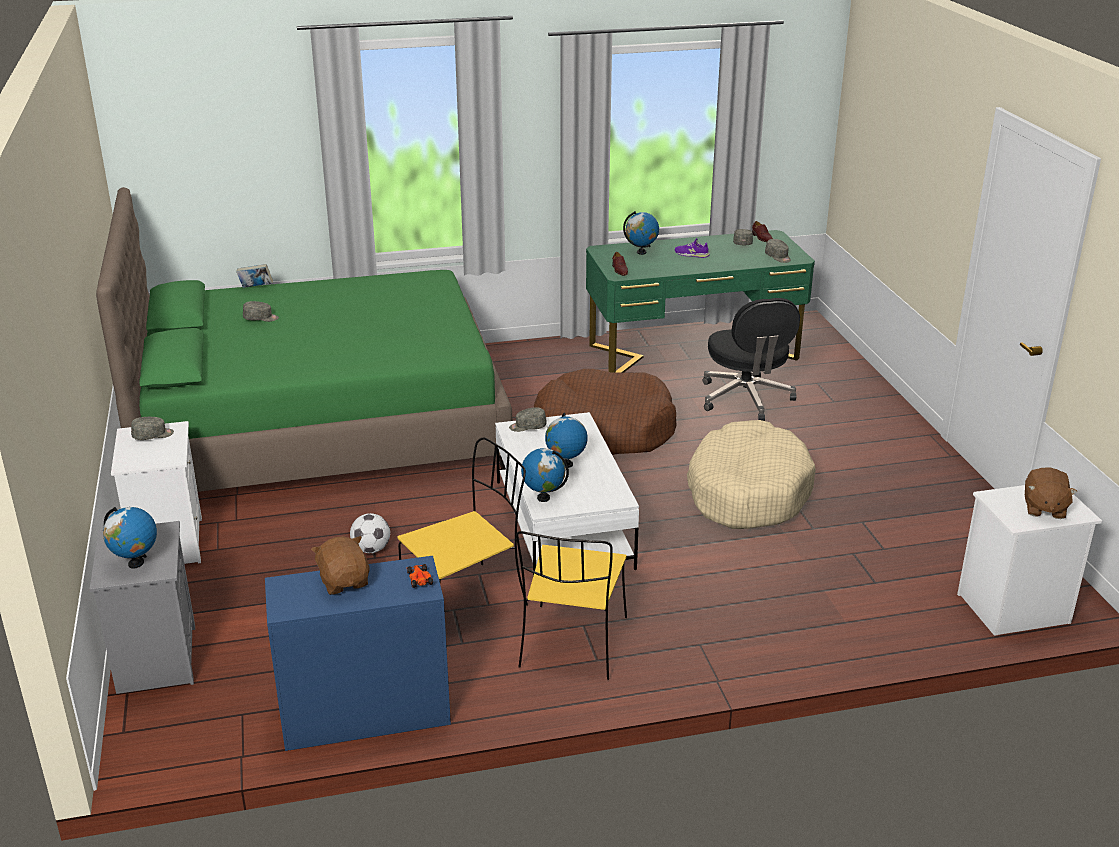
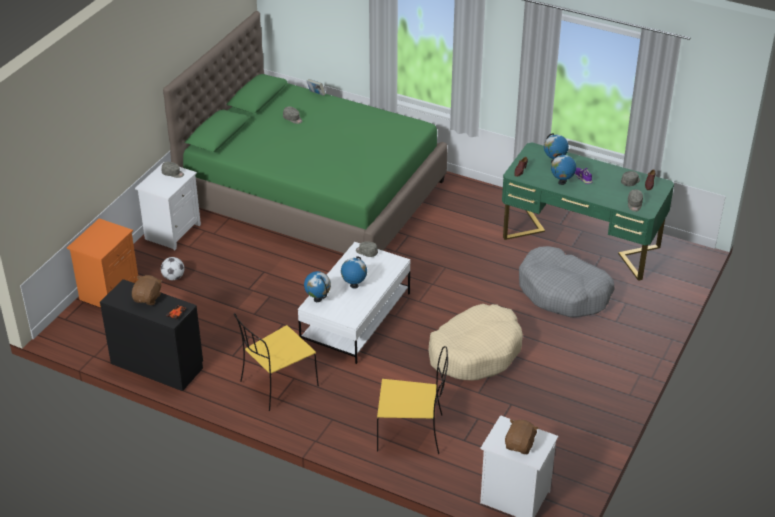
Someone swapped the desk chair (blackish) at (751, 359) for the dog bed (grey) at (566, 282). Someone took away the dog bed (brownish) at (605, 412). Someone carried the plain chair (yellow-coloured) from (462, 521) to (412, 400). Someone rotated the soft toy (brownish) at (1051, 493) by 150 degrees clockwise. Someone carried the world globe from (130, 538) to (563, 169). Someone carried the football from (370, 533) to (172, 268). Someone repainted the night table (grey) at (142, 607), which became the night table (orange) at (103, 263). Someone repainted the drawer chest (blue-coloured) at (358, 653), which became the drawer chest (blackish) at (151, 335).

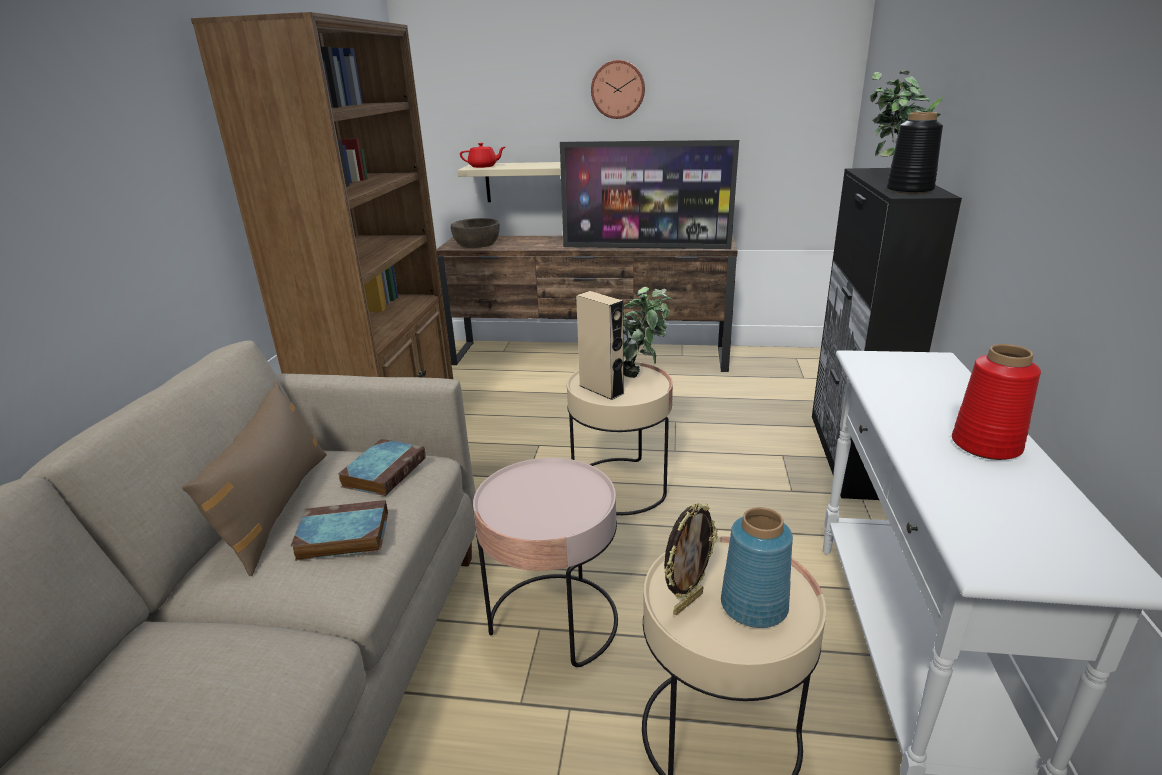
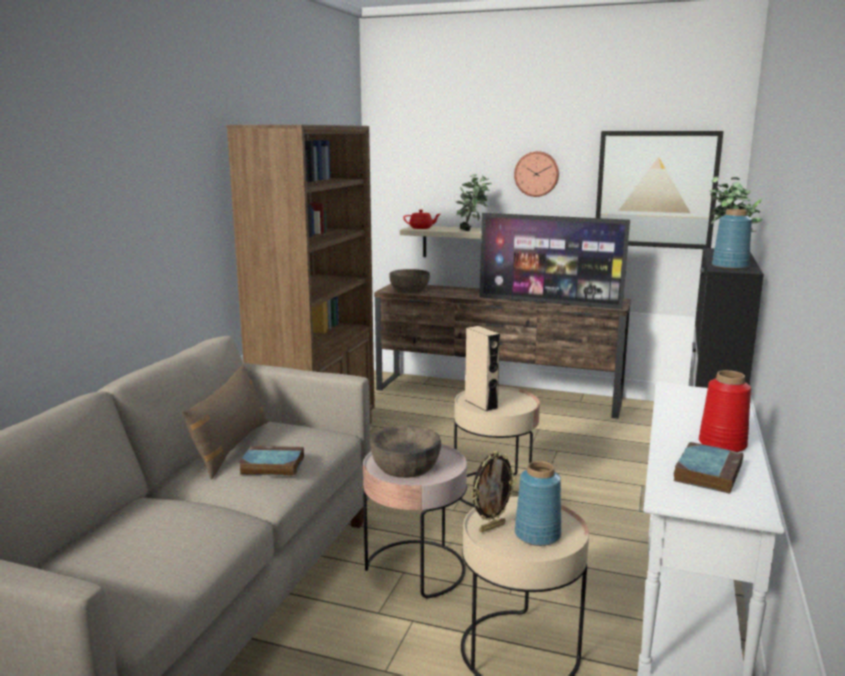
Someone repainted the decorative vase (blackish) at (914, 153), which became the decorative vase (blue-coloured) at (732, 239). Someone carried the potted plant from (648, 332) to (474, 202). Someone carried the volume from (382, 467) to (708, 468). Someone put up the wall picture at (660, 190). Someone put down the serving bowl (brownish) at (405, 451).

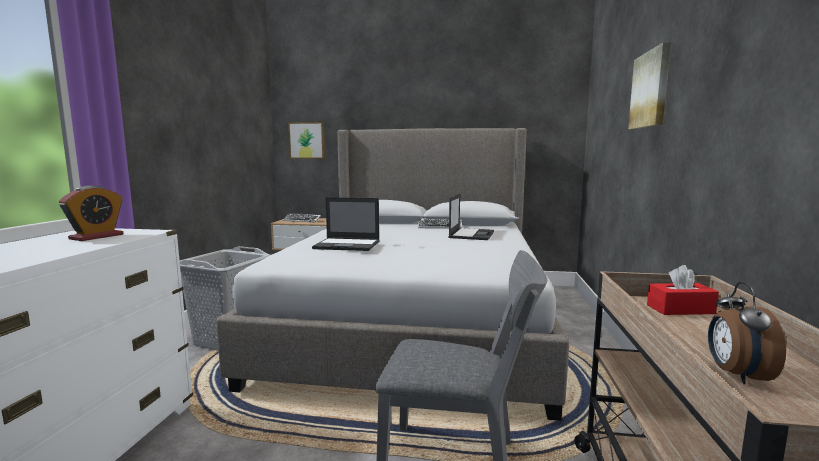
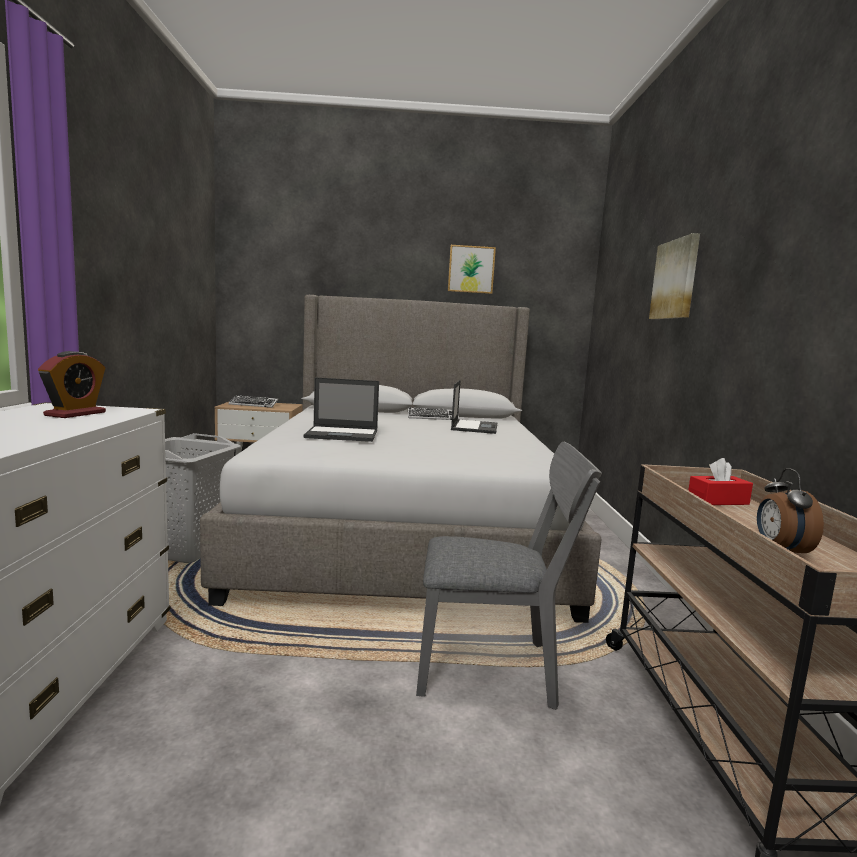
Someone carried the wall picture from (306, 140) to (472, 269).

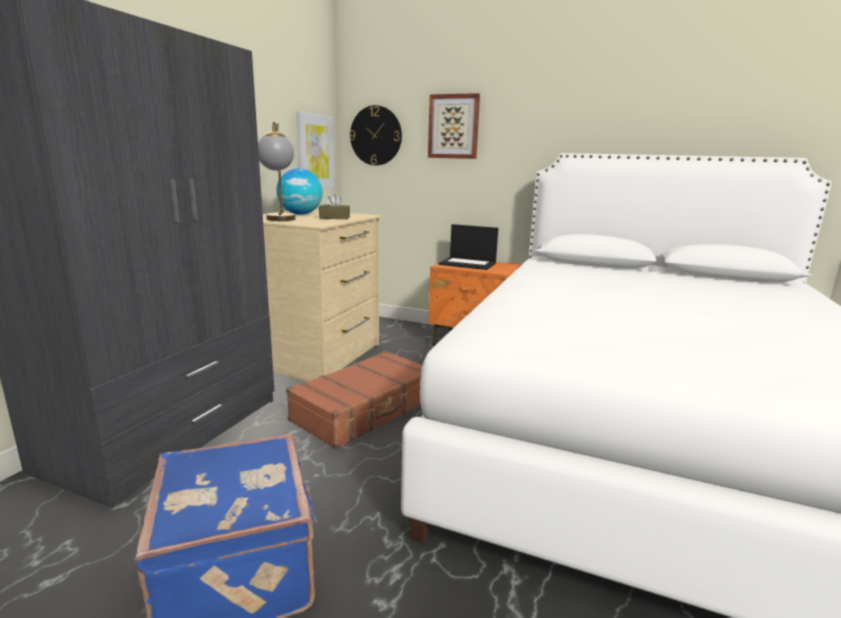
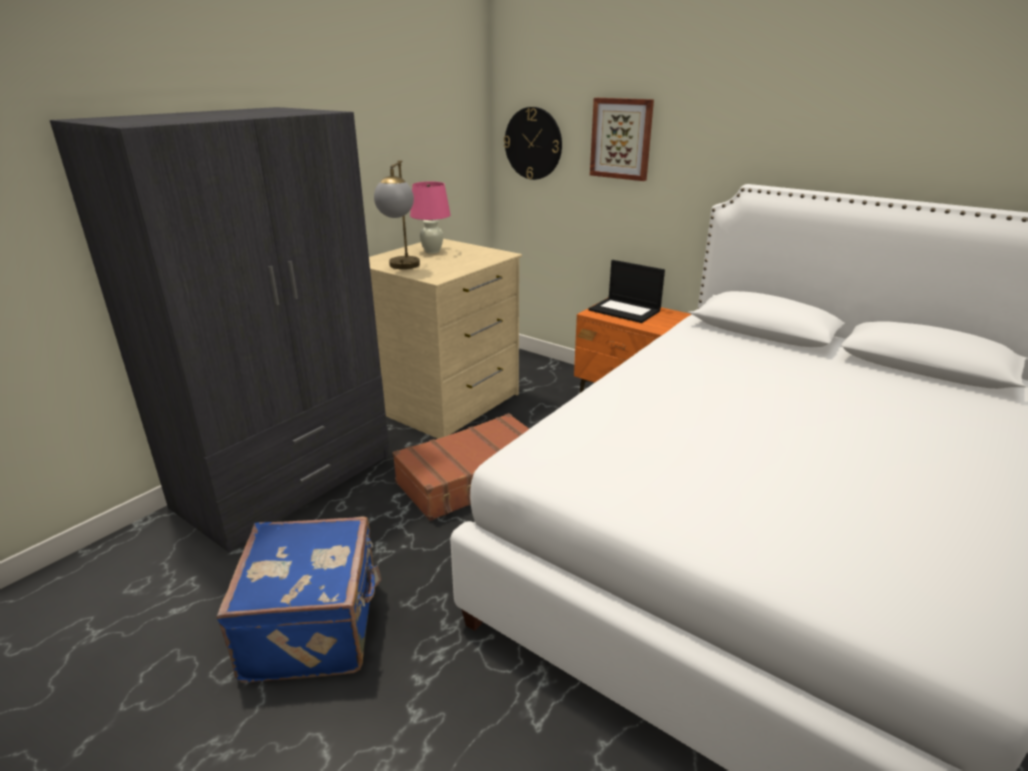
Someone took away the wall picture at (315, 150). Someone swapped the world globe at (299, 191) for the table lamp (pink-coloured) at (430, 218). Someone took away the tissue holder (brownish) at (334, 206).

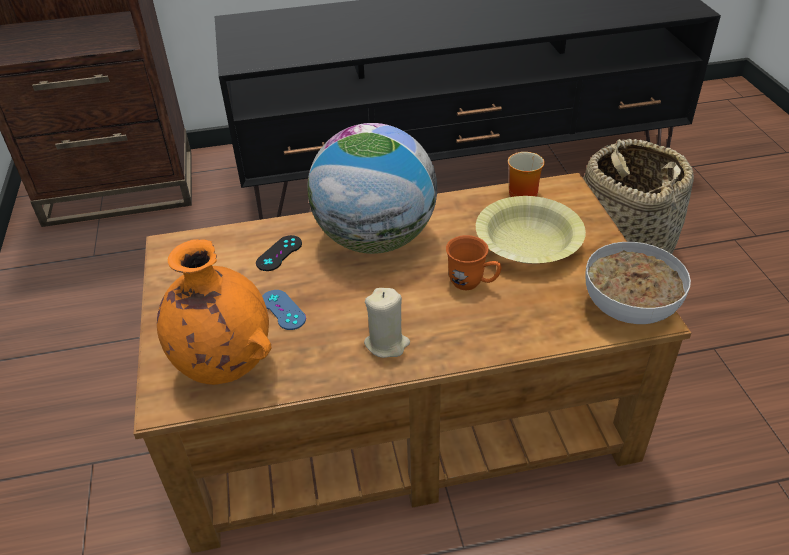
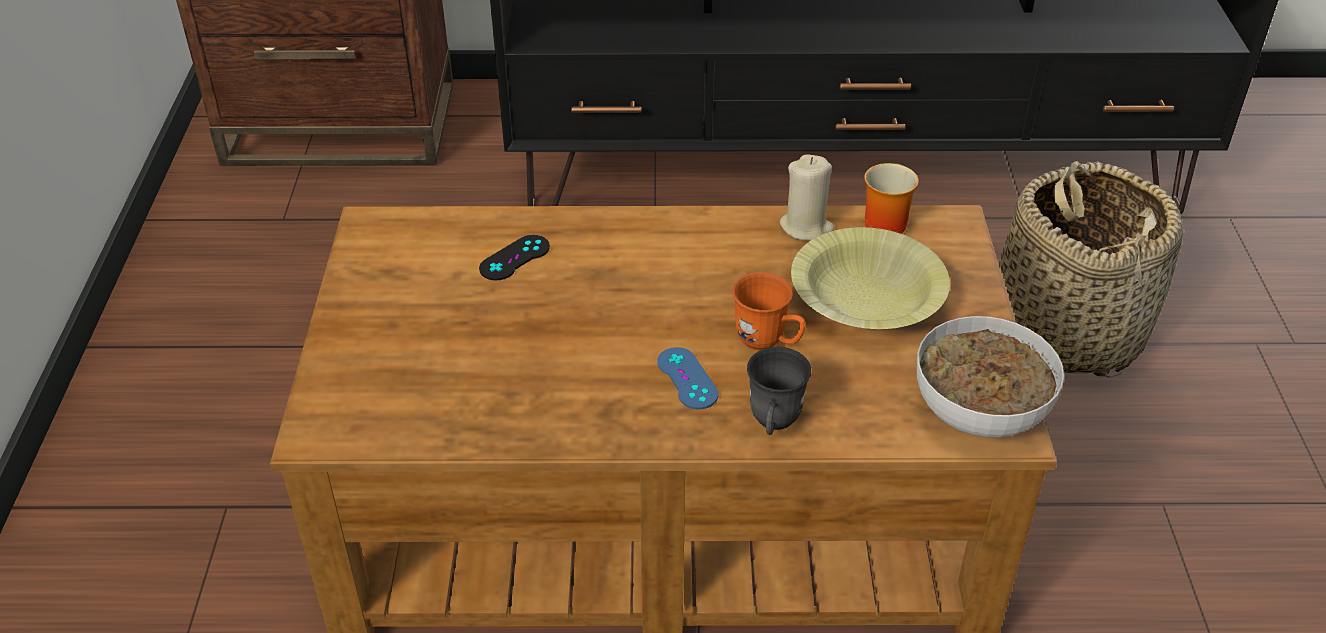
Someone took away the world globe at (372, 188). Someone took away the decorative vase (orange) at (214, 312). Someone carried the wax light (beige-coloured) from (387, 323) to (807, 197). Someone carried the gamepad (blue-coloured) from (284, 310) to (687, 378). Someone put down the tea mug (grey) at (779, 391).

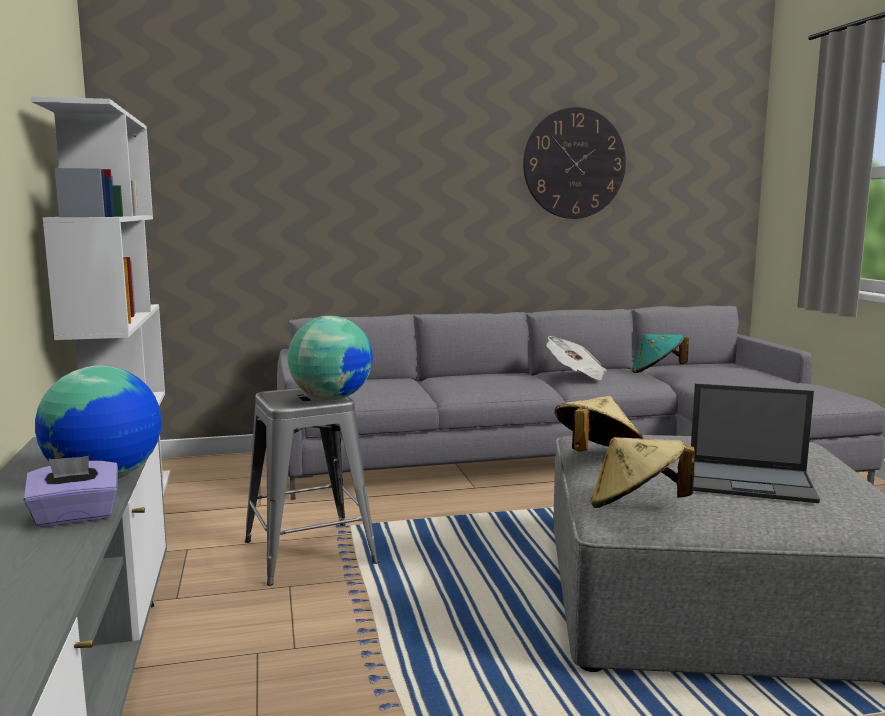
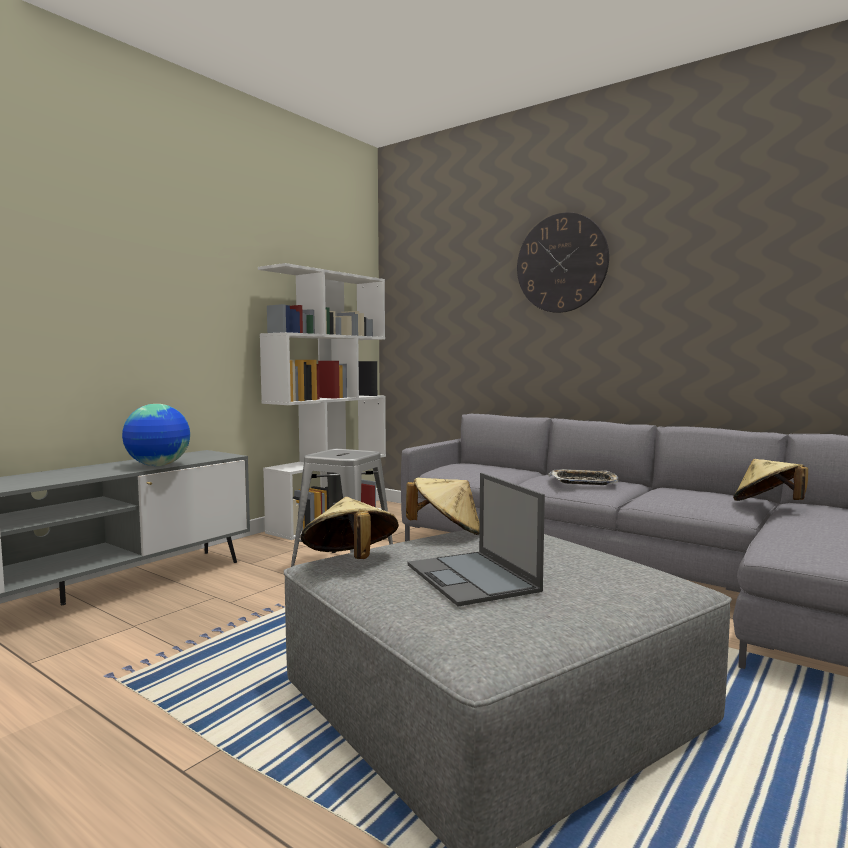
Someone carried the wall clock from (574, 163) to (563, 262). Someone took away the world globe at (330, 358). Someone repainted the hat (blue-green) at (660, 353), which became the hat (beige-coloured) at (770, 480). Someone took away the printed paper at (576, 358). Someone took away the tissue holder (purple) at (71, 491). Someone put down the carrying tray at (584, 477).

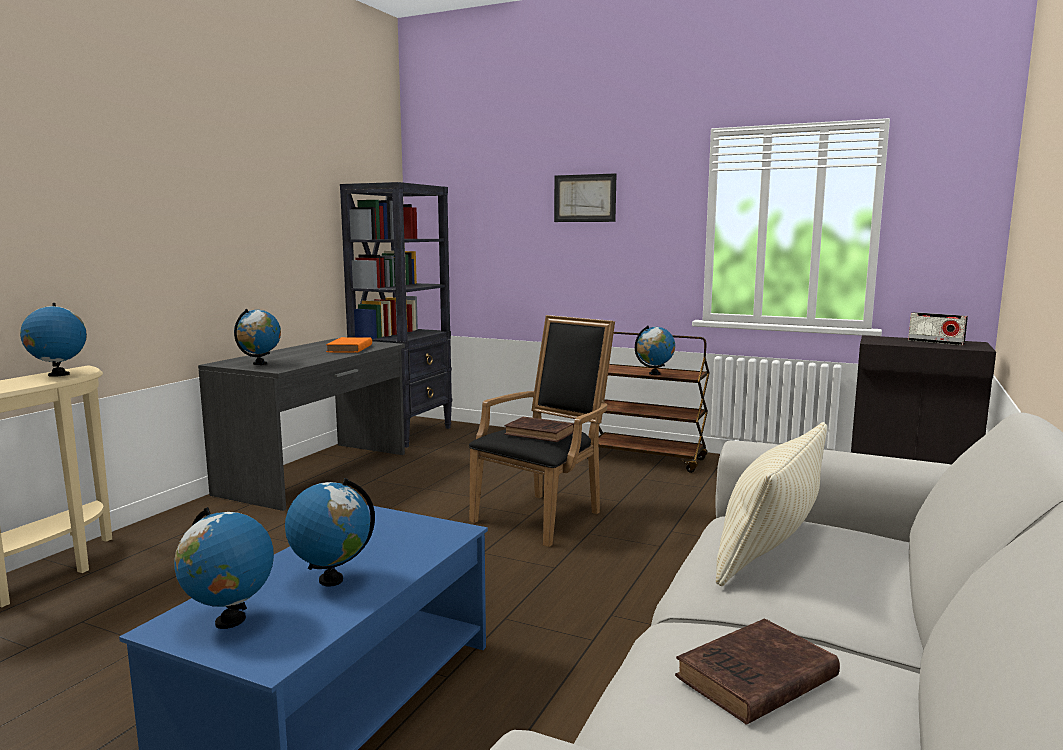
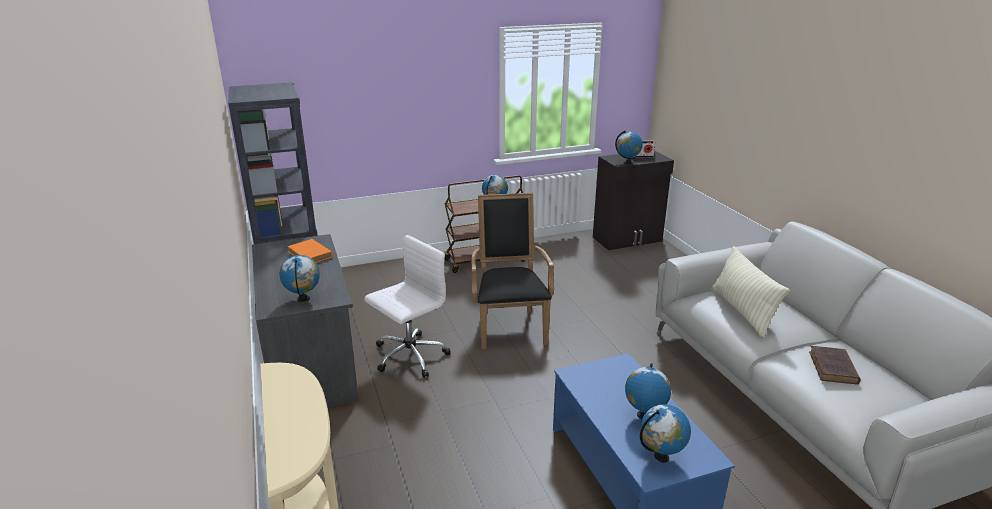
Someone took away the wall picture at (585, 197). Someone carried the world globe from (53, 340) to (629, 147). Someone took away the volume (brownish) at (539, 429). Someone put down the desk chair (white-coloured) at (407, 306).

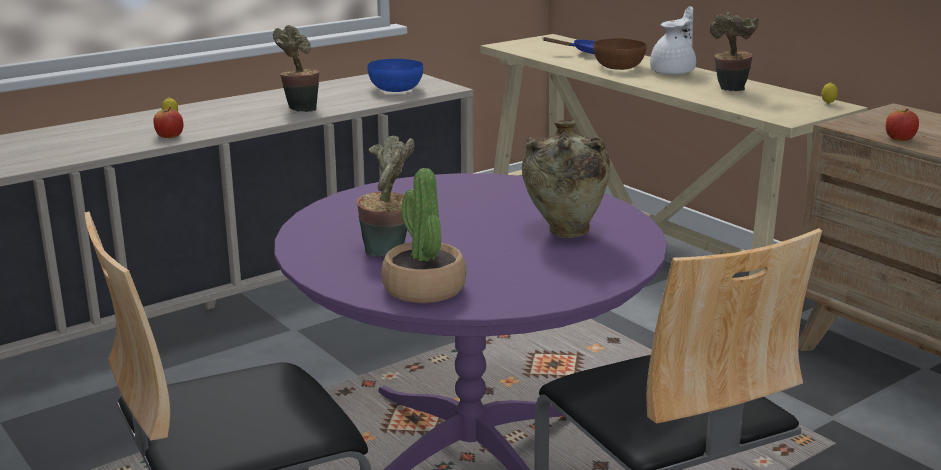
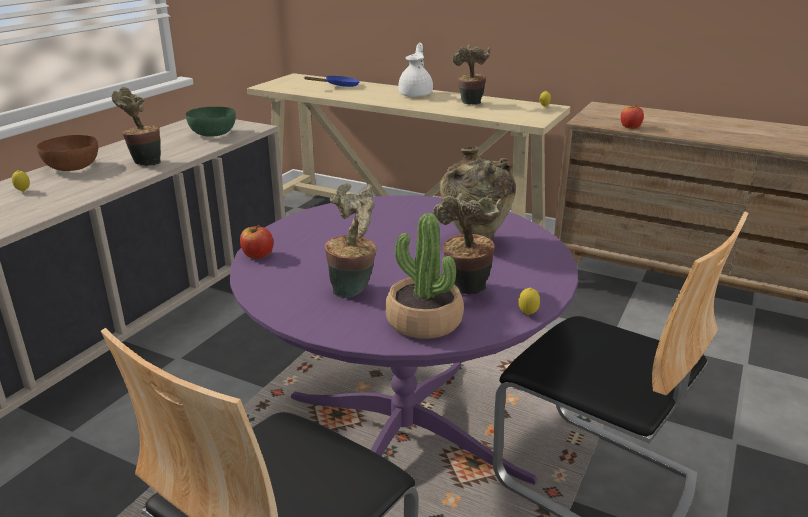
Someone carried the serving bowl (brownish) from (619, 54) to (67, 153). Someone repainted the serving bowl (blue-coloured) at (395, 75), which became the serving bowl (green) at (211, 122). Someone carried the apple fruit from (168, 122) to (256, 242). Someone put down the potted plant at (468, 243). Someone put down the whole lemon at (529, 301).

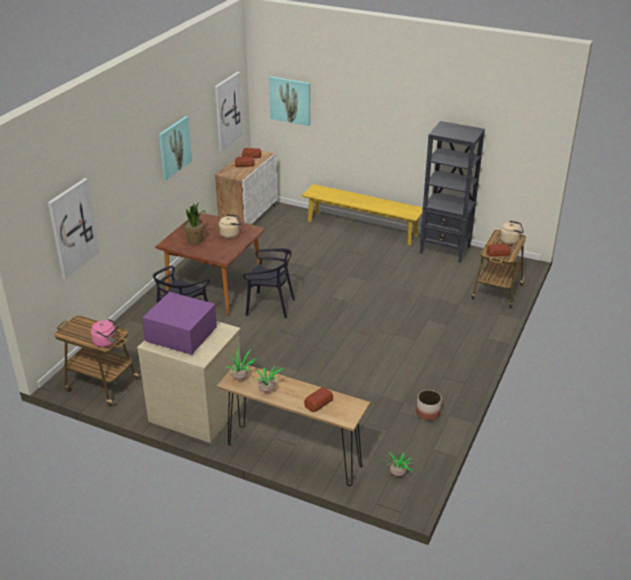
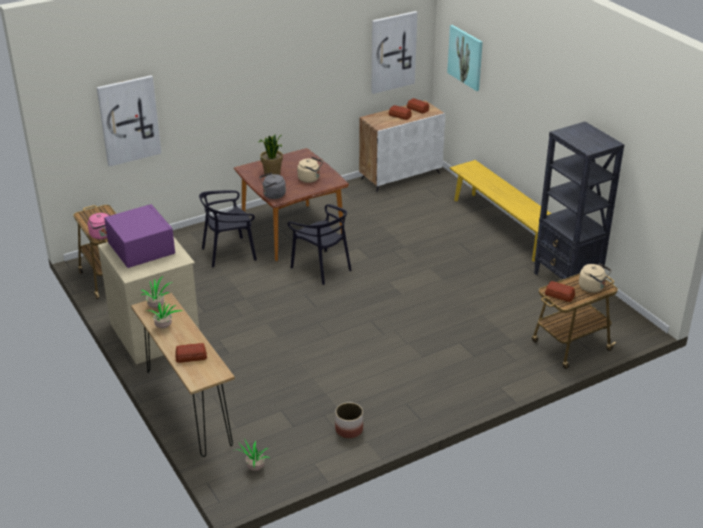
Someone took away the wall picture at (175, 148). Someone put down the water kettle (grey) at (272, 186).

